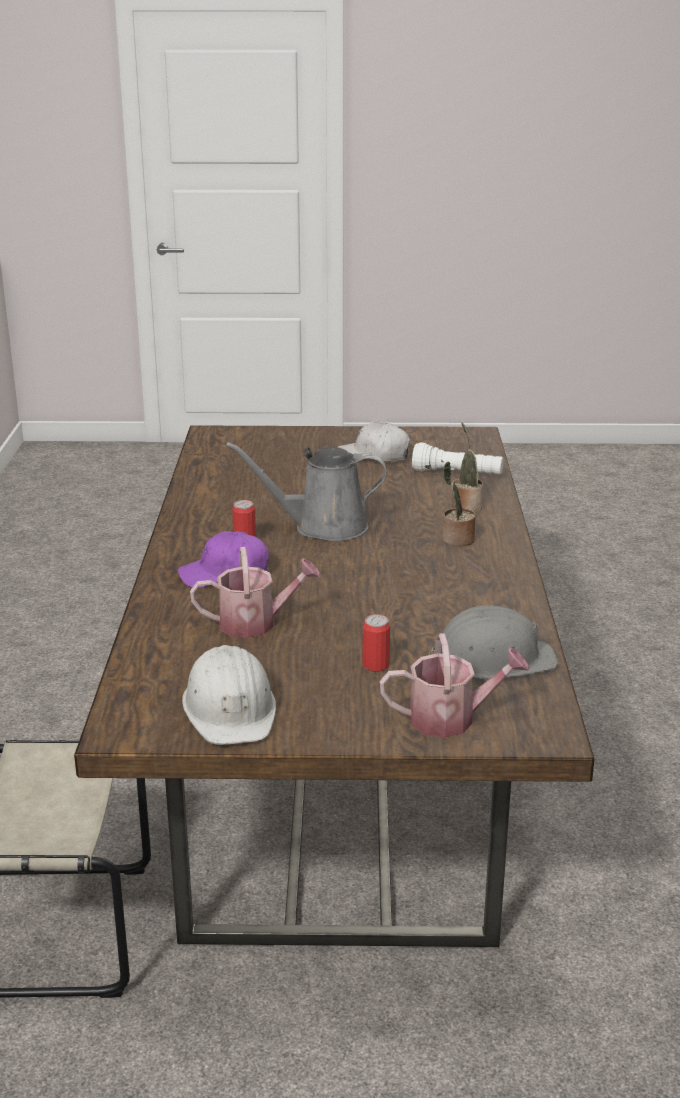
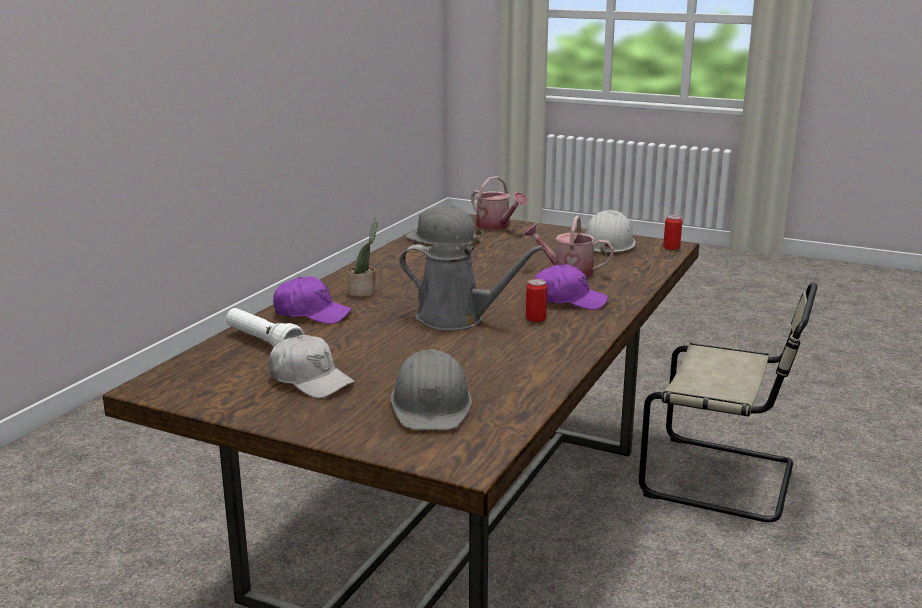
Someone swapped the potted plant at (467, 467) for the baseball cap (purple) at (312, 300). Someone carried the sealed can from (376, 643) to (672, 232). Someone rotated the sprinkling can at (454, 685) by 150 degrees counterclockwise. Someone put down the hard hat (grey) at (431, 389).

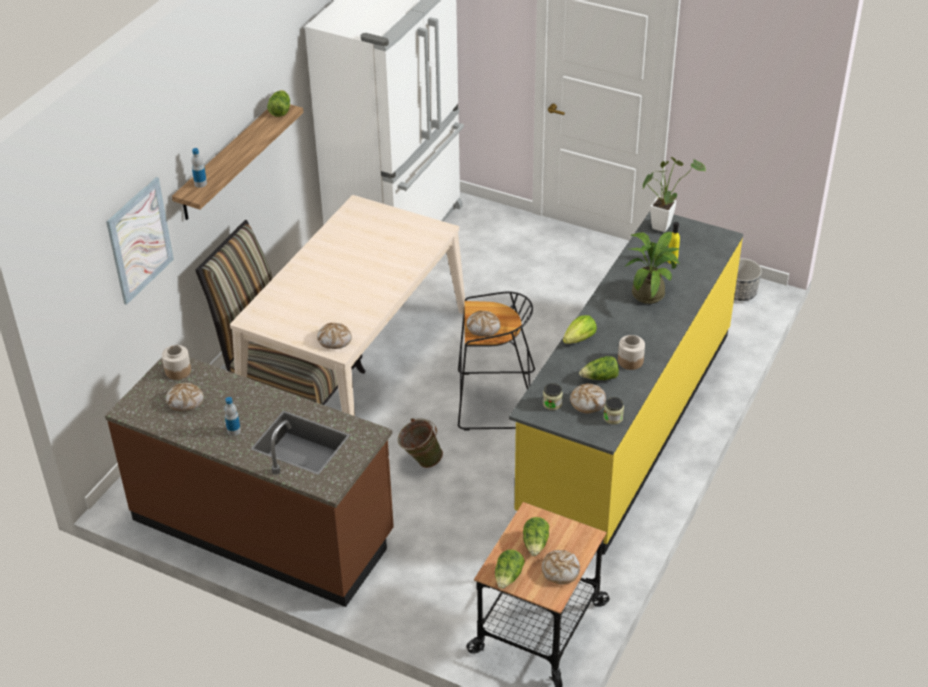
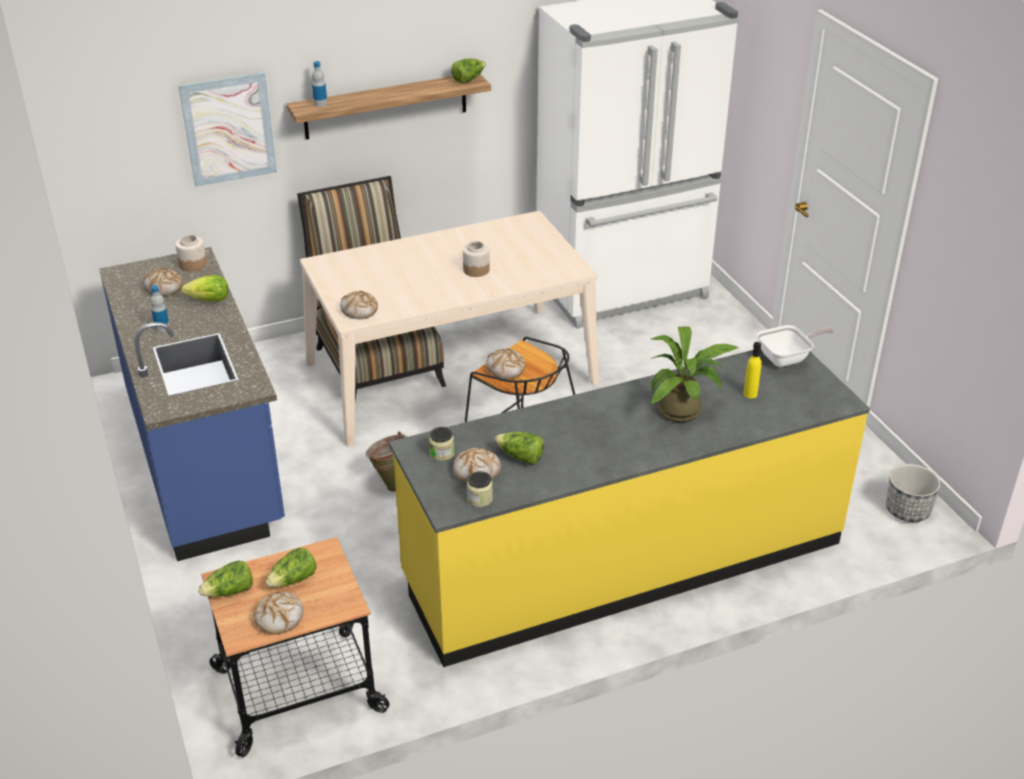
Someone swapped the potted plant at (674, 194) for the skillet at (796, 346). Someone carried the lettuce head from (580, 329) to (205, 288). Someone carried the preserve jar from (631, 352) to (476, 259). Someone repainted the kitchen counter (brownish) at (249, 482), which became the kitchen counter (blue-coloured) at (192, 404).

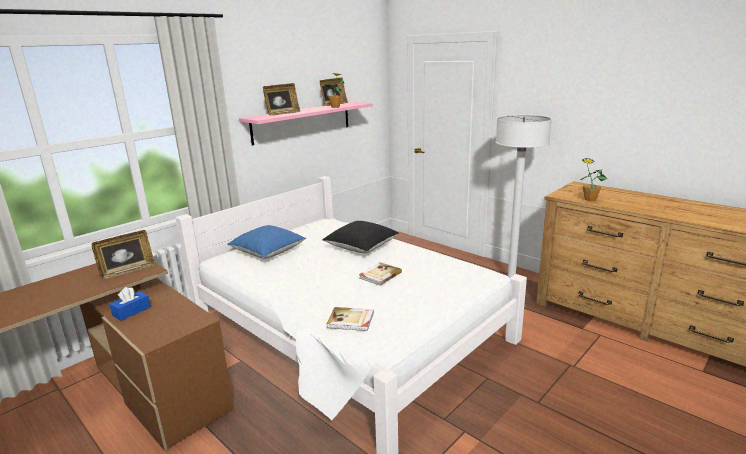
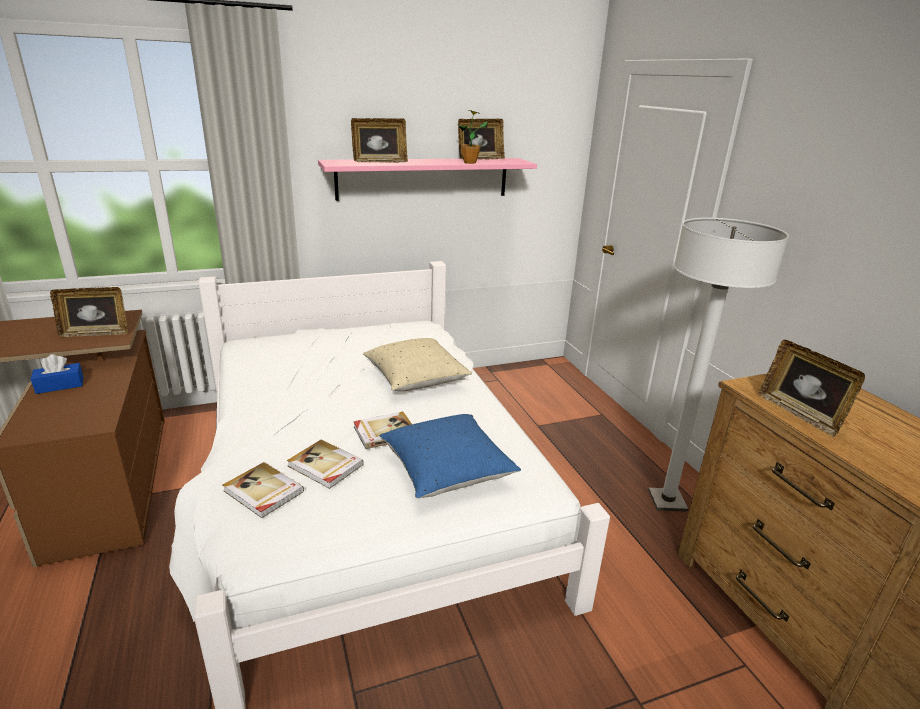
Someone swapped the potted plant at (594, 179) for the picture frame at (812, 388). Someone repainted the cushion (blackish) at (360, 237), which became the cushion (beige-coloured) at (417, 364). Someone carried the cushion (blue-coloured) from (266, 242) to (450, 456). Someone put down the volume at (325, 464).

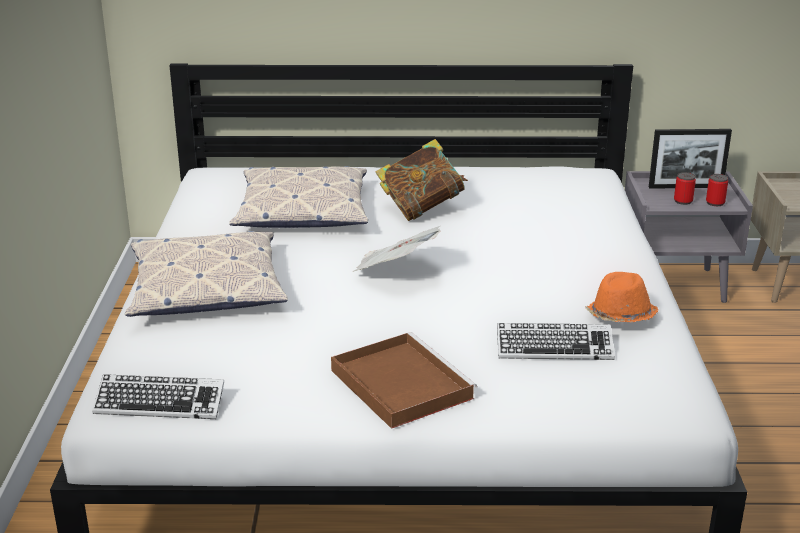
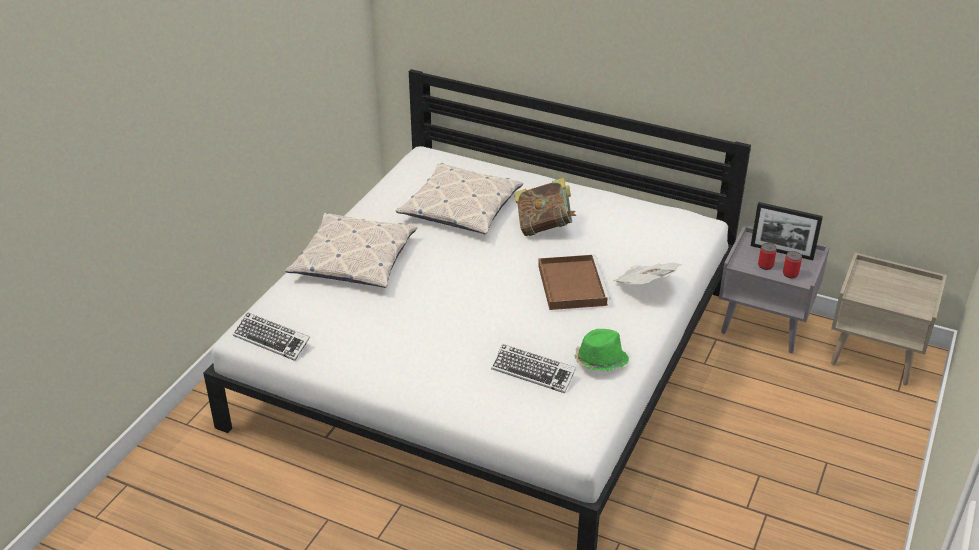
Someone carried the printed paper from (396, 249) to (647, 274). Someone repainted the hat (orange) at (621, 297), which became the hat (green) at (602, 350). Someone carried the carrying tray (brownish) from (404, 380) to (574, 282).

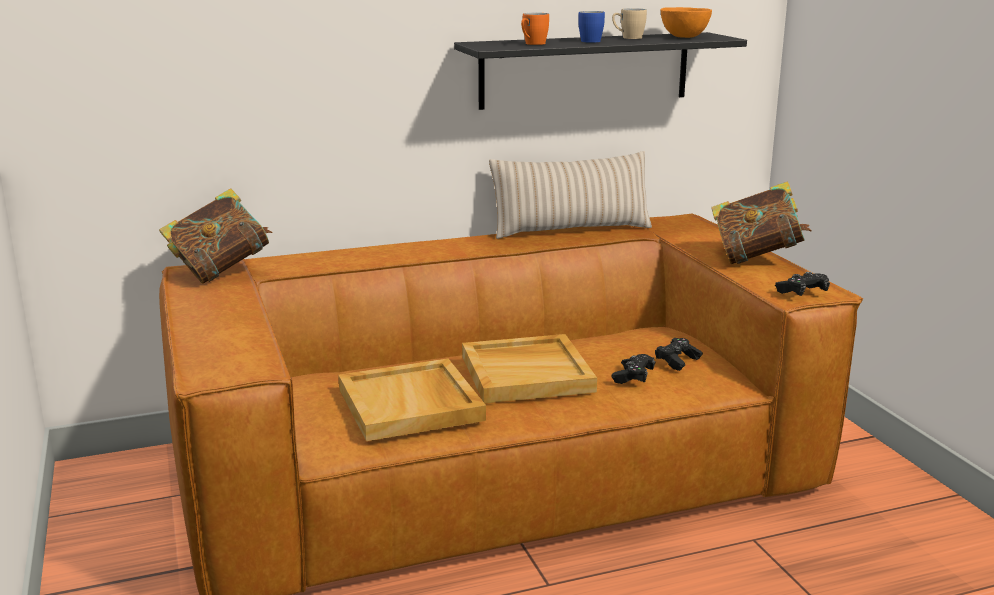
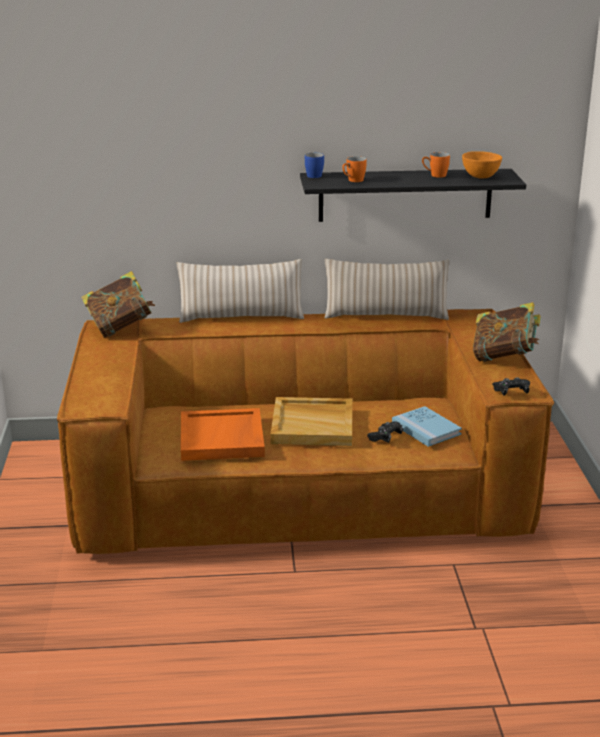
Someone repainted the tea mug (beige-coloured) at (629, 23), which became the tea mug (orange) at (436, 165). Someone carried the tea mug (blue-coloured) from (591, 27) to (314, 165). Someone swapped the gamepad (blackish) at (679, 354) for the volume (blue-coloured) at (427, 426). Someone repainted the carrying tray (beige-coloured) at (412, 399), which became the carrying tray (orange) at (223, 434). Someone put down the cushion (beige-coloured) at (240, 291).

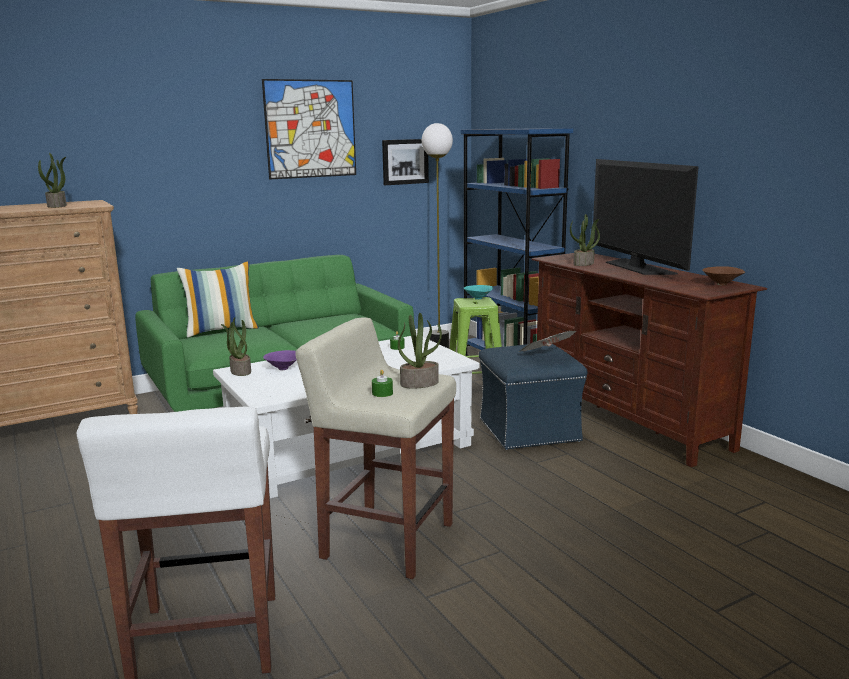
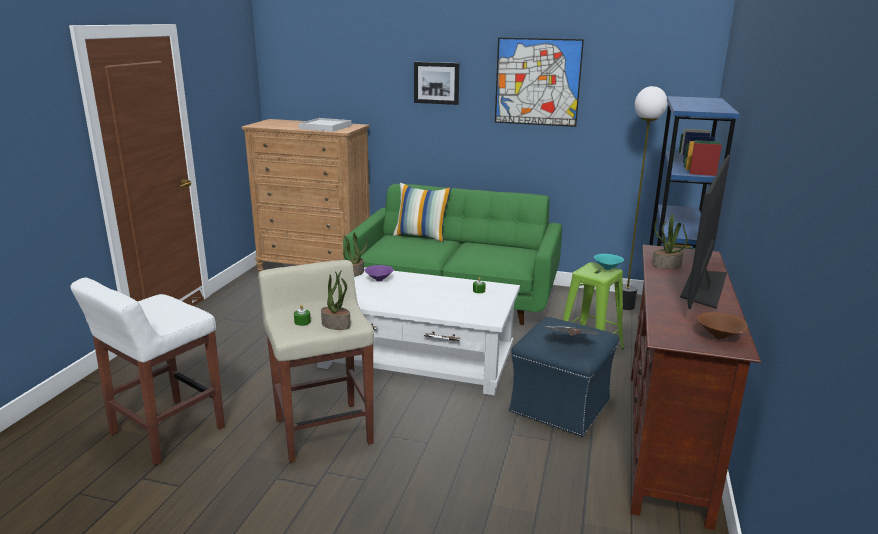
Someone carried the wall picture from (405, 162) to (437, 83). Someone swapped the potted plant at (52, 180) for the carrying tray (white-coloured) at (325, 125).

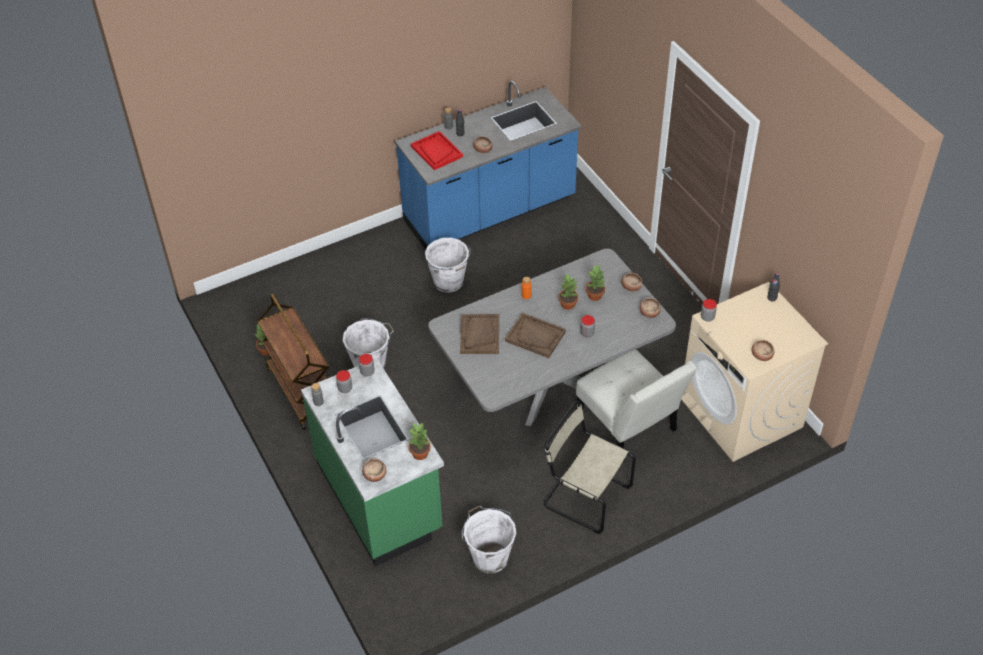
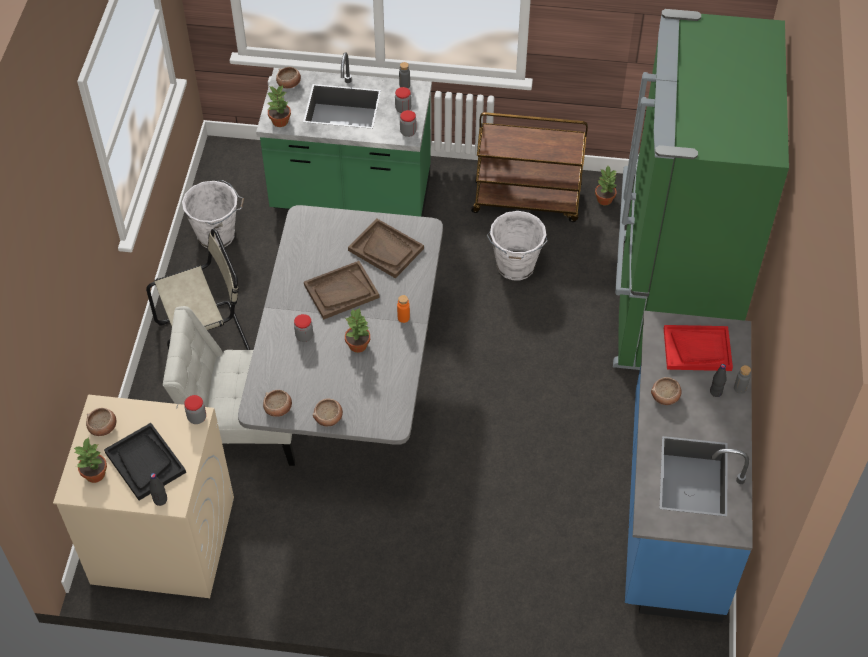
Someone took away the water bucket (white-coloured) at (448, 265). Someone carried the potted plant from (596, 283) to (90, 460). Someone put down the fridge (green) at (701, 189). Someone put down the carrying tray (blackish) at (145, 461).

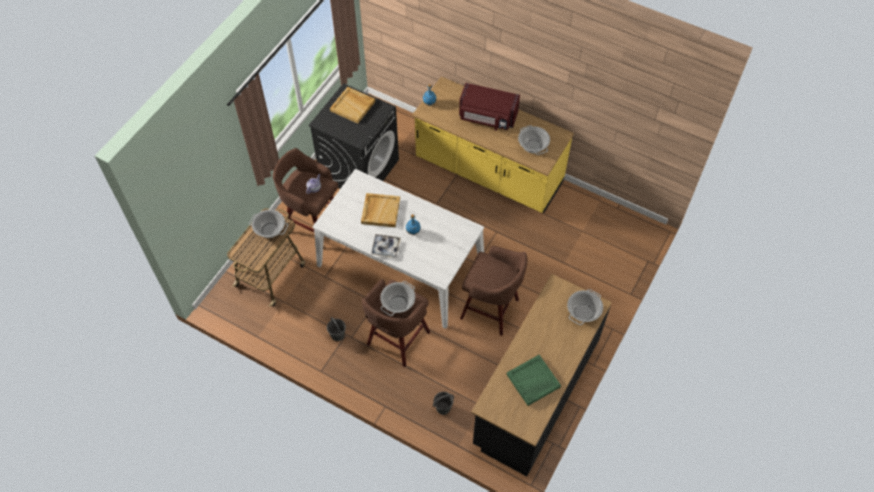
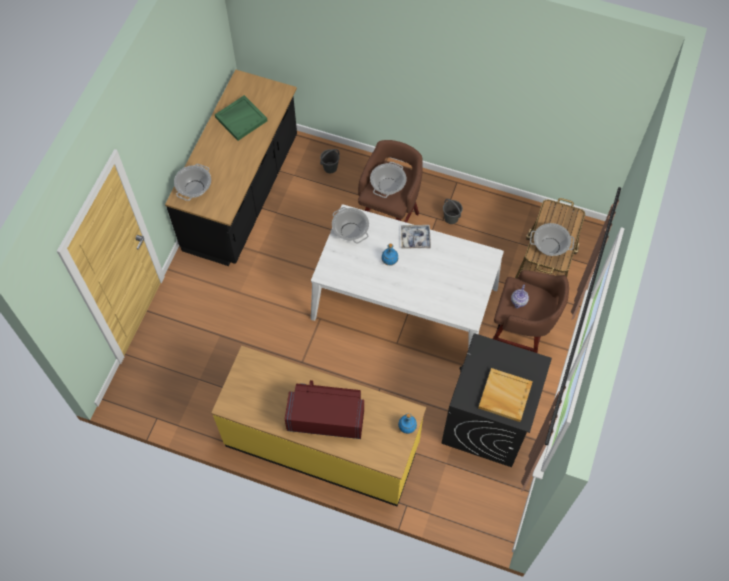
Someone carried the saucepot from (534, 140) to (350, 225). Someone took away the carrying tray (beige-coloured) at (380, 210). Someone took away the stool seat (brownish) at (493, 291).

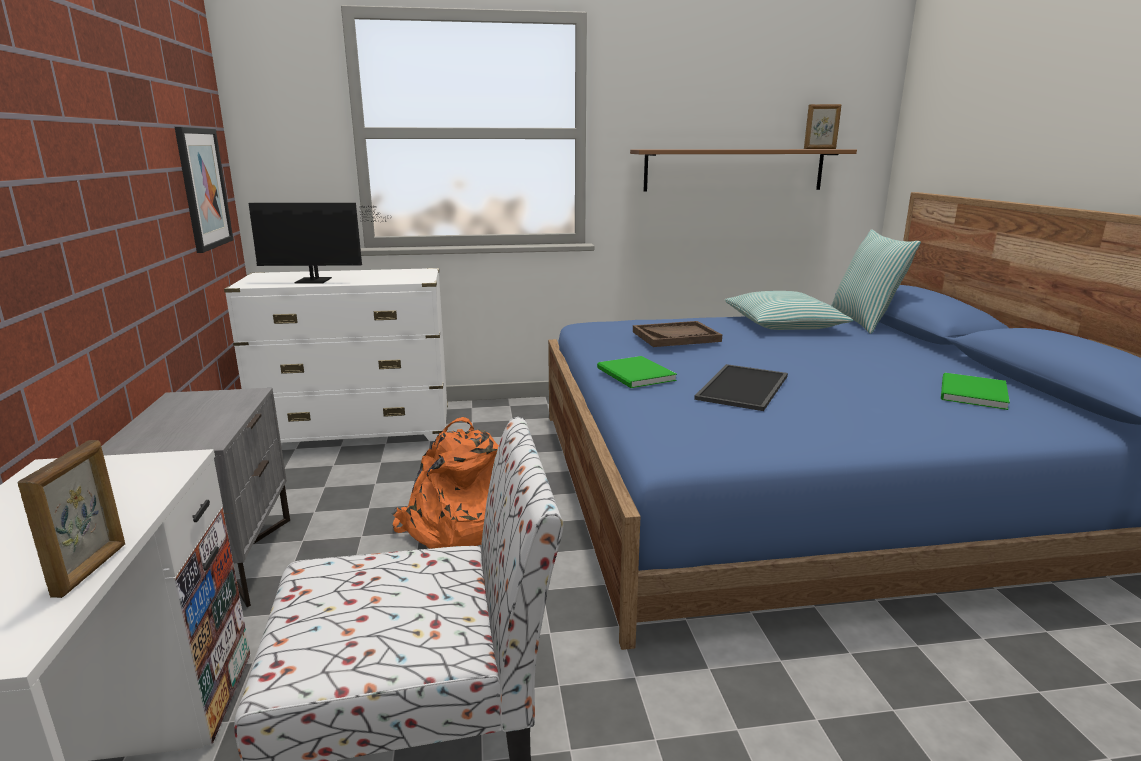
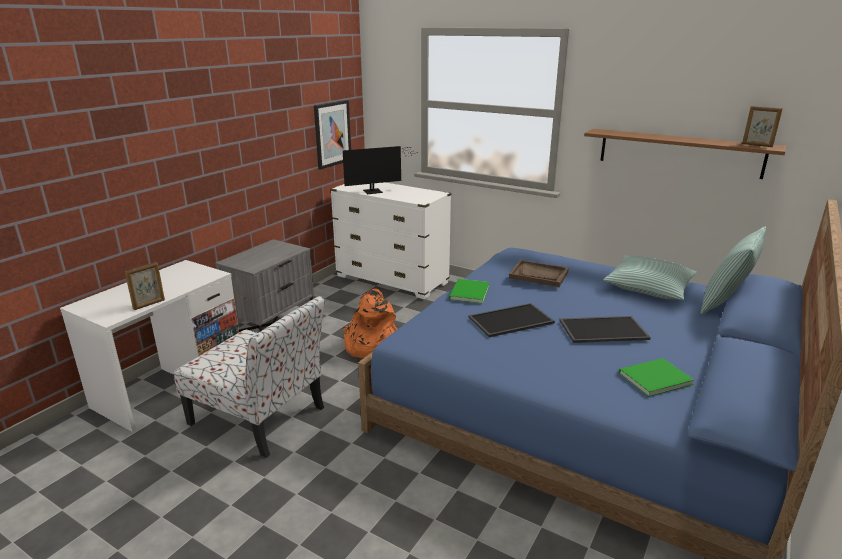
Someone rotated the computer display at (319, 243) by 60 degrees counterclockwise. Someone put down the carrying tray at (605, 329).

